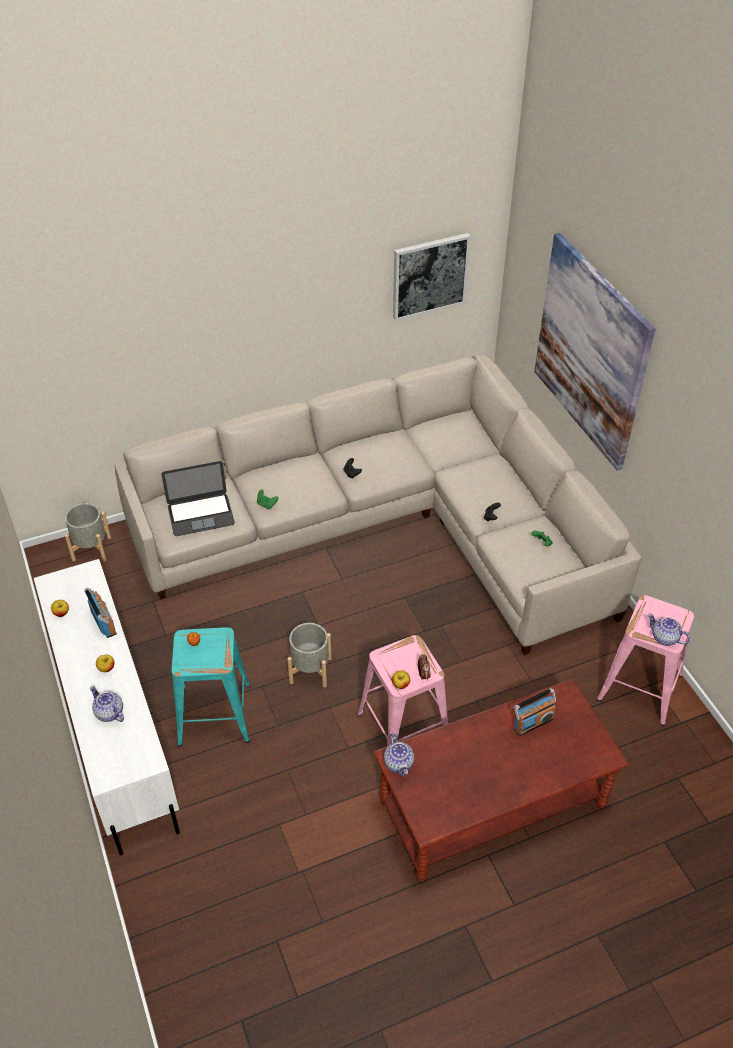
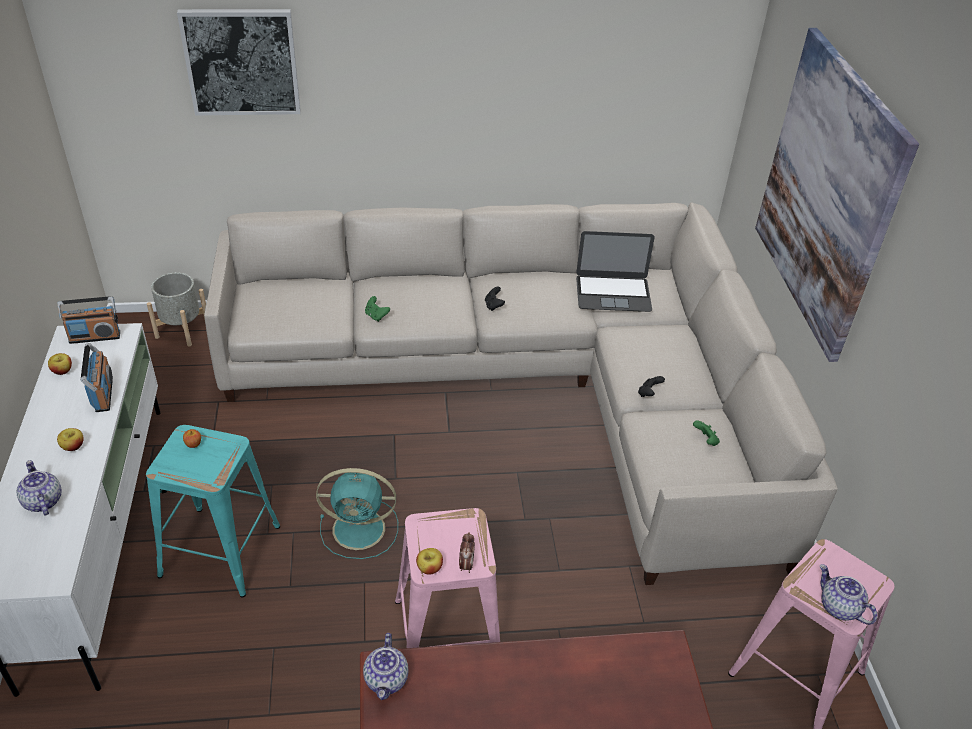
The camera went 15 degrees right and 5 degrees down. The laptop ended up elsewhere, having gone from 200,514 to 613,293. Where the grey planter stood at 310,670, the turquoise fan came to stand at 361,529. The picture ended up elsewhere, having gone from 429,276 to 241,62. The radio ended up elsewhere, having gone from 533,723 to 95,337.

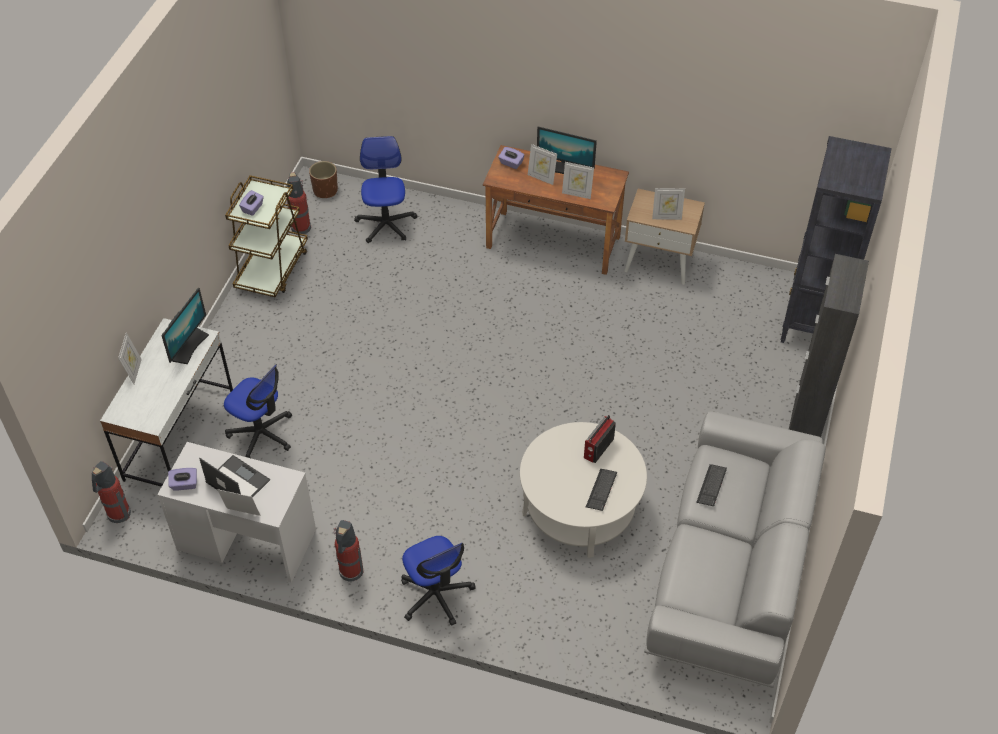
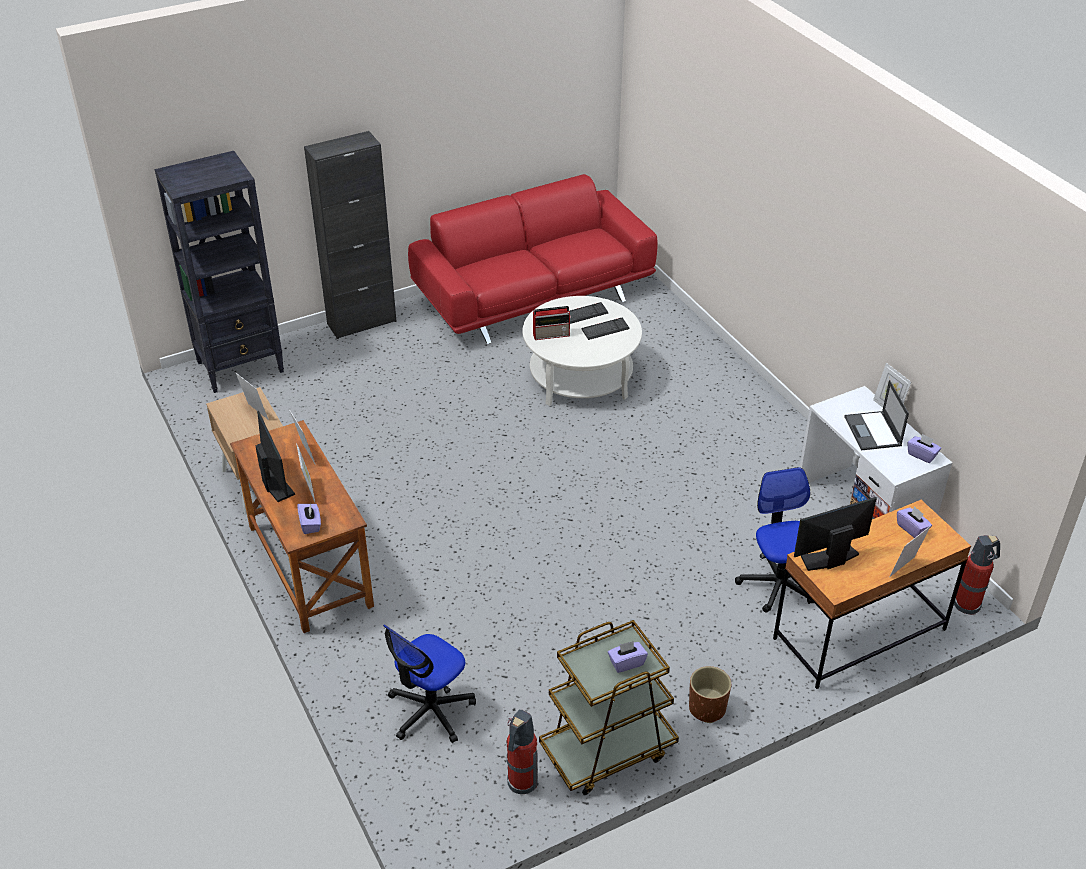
The camera went 135 degrees left and 10 degrees down. What was the white desk at 180,436 turned into the brown desk at 859,634. The brown planter ended up elsewhere, having gone from 325,190 to 707,708. The second view lost the fire extinguisher at 350,572. The second view lost the office chair at 436,595. What was the grey sofa at 730,570 turned into the red sofa at 534,294. The keyboard ended up elsewhere, having gone from 711,486 to 605,329. The second view gained the purple tissue box at 912,528.

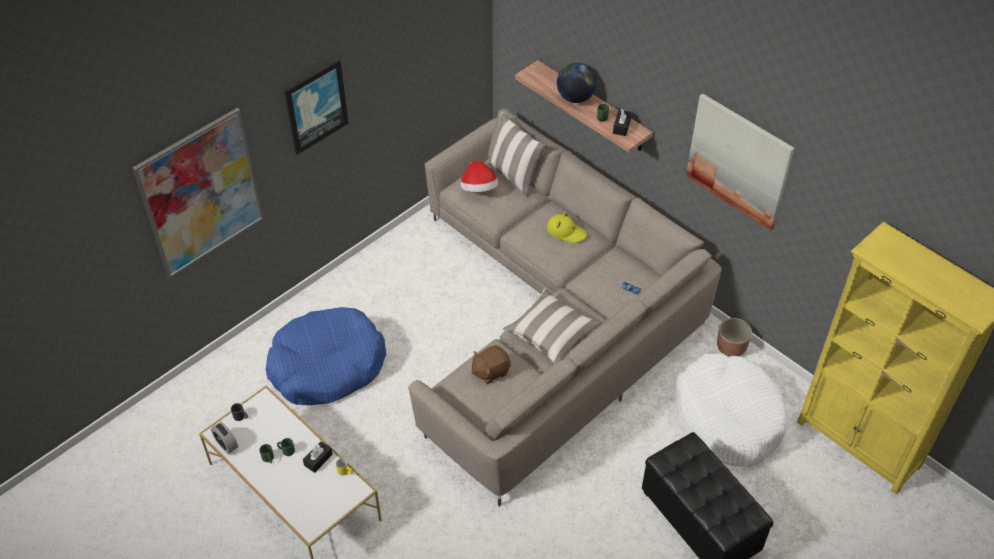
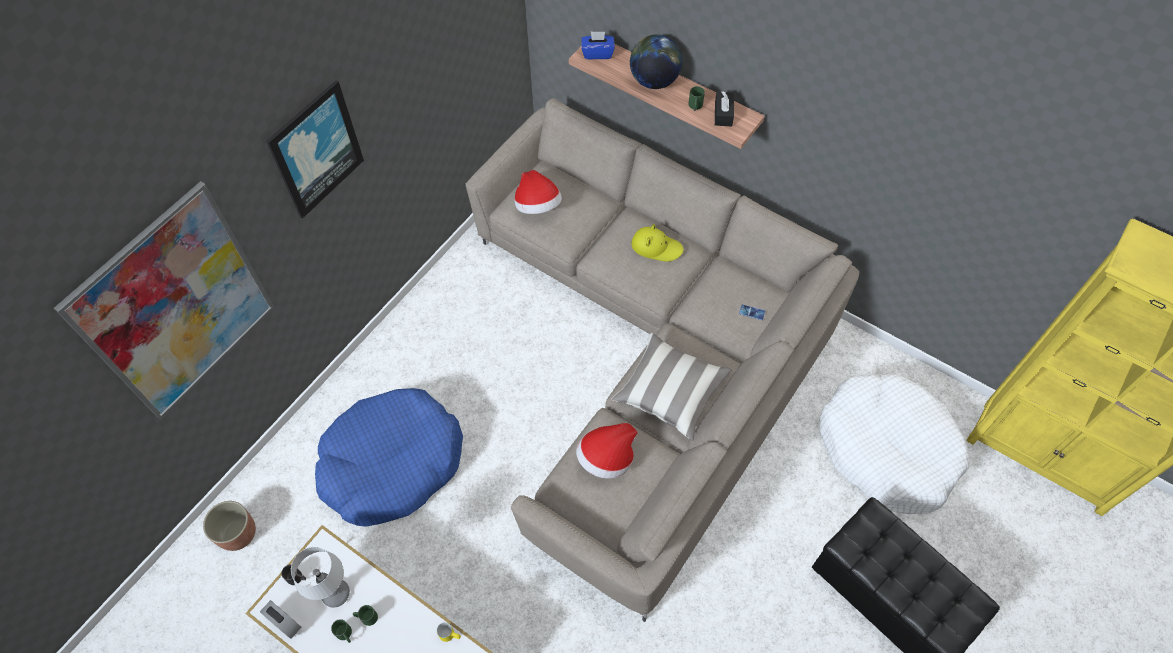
The camera went 10 degrees left and 10 degrees up. The second view lost the black tissue box at 318,460. Where the brown plush toy stood at 490,371, the hat came to stand at 607,458. The second view lost the pillow at 514,176. The second view lost the picture at 739,161. The planter ended up elsewhere, having gone from 731,348 to 238,533. The second view gained the table lamp at 336,593. The second view gained the blue tissue box at 597,53.

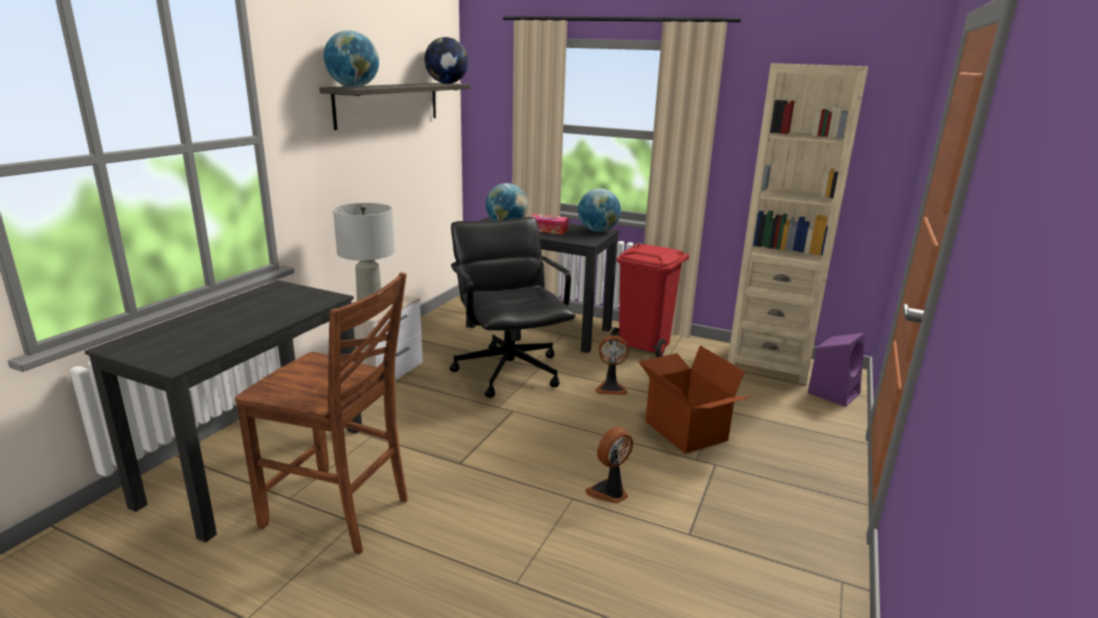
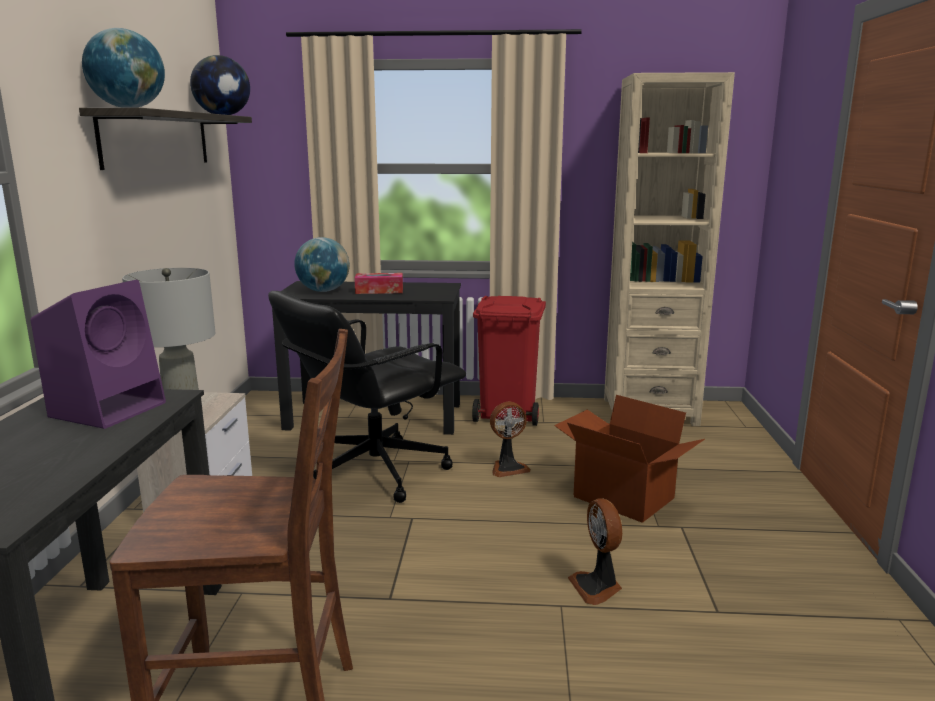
The camera went 20 degrees left and 5 degrees down. The black office chair at 509,371 ended up facing another way, 90 degrees counterclockwise from before. The second view lost the globe at 598,231. The fan at 609,492 ended up facing another way, 45 degrees counterclockwise from before. The purple speaker ended up elsewhere, having gone from 833,392 to 110,409.

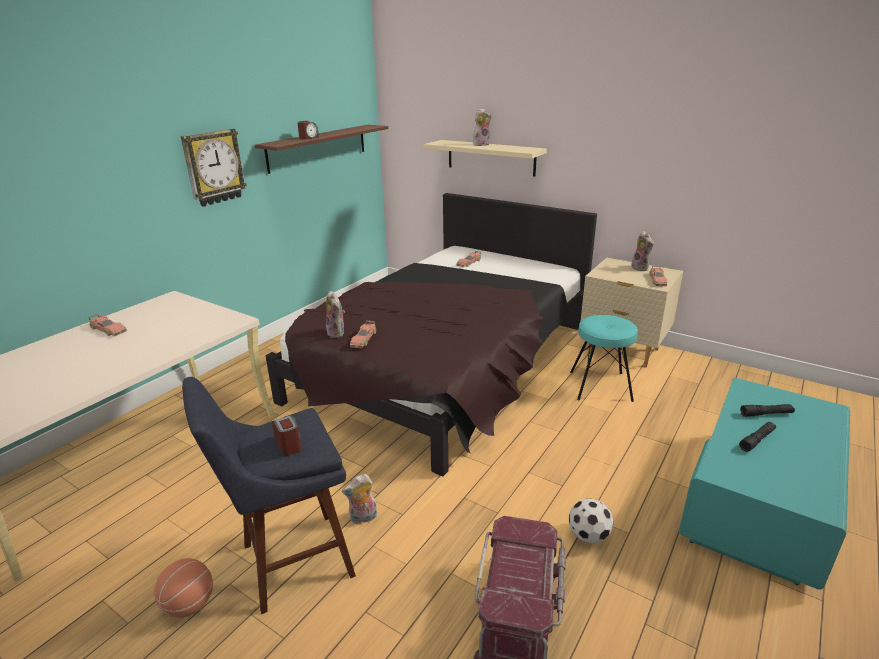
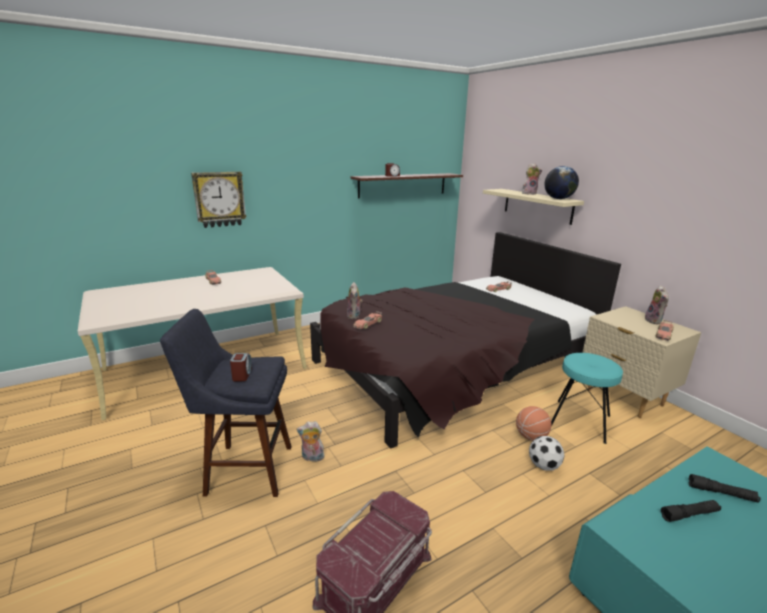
The camera went 25 degrees right and 5 degrees down. The basketball ended up elsewhere, having gone from 189,605 to 530,436. The wall clock ended up elsewhere, having gone from 213,167 to 219,199. The football ended up elsewhere, having gone from 588,535 to 544,465. The second view gained the globe at 558,199.

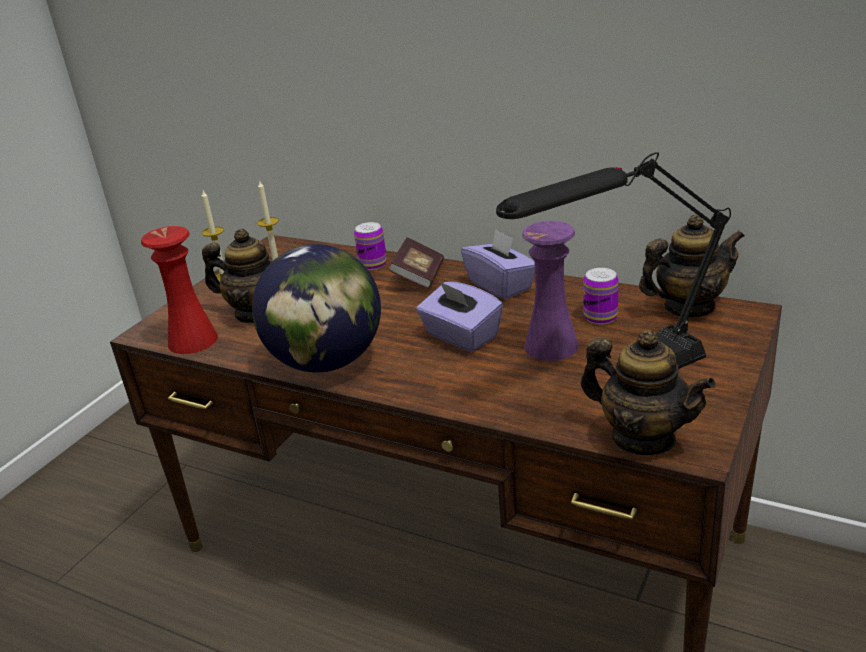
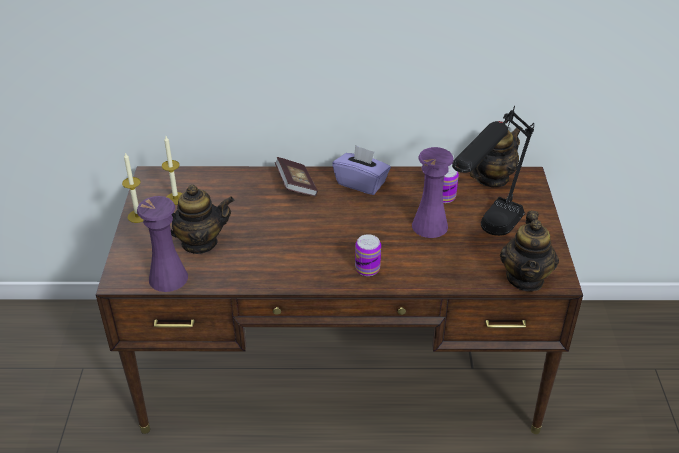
The camera went 30 degrees left and 10 degrees up. What was the red vase at 193,340 turned into the purple vase at 168,278. The second view lost the globe at 327,362. The can ended up elsewhere, having gone from 373,264 to 367,268. The second view lost the purple tissue box at 461,336. The teapot at 643,438 ended up facing another way, 90 degrees clockwise from before.

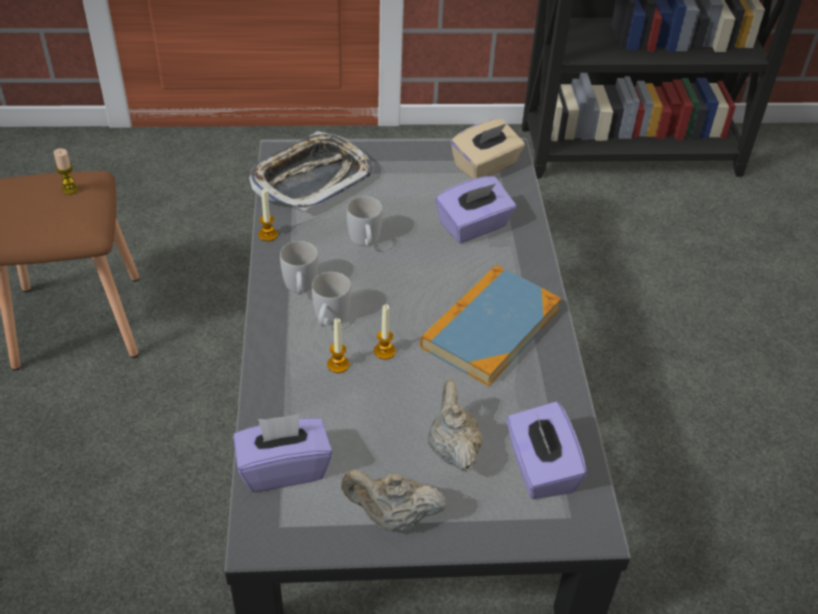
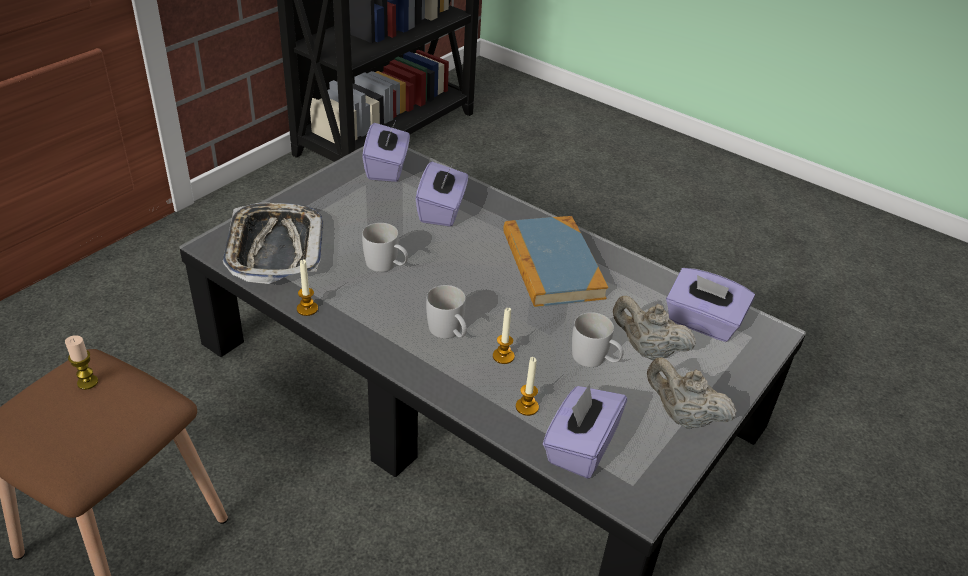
The camera went 50 degrees left and 5 degrees down. The white mug ended up elsewhere, having gone from 300,287 to 595,359. The beige teapot at 392,517 ended up facing another way, 75 degrees clockwise from before. The candle ended up elsewhere, having gone from 384,351 to 527,407. What was the beige tissue box at 485,166 turned into the purple tissue box at 387,168.

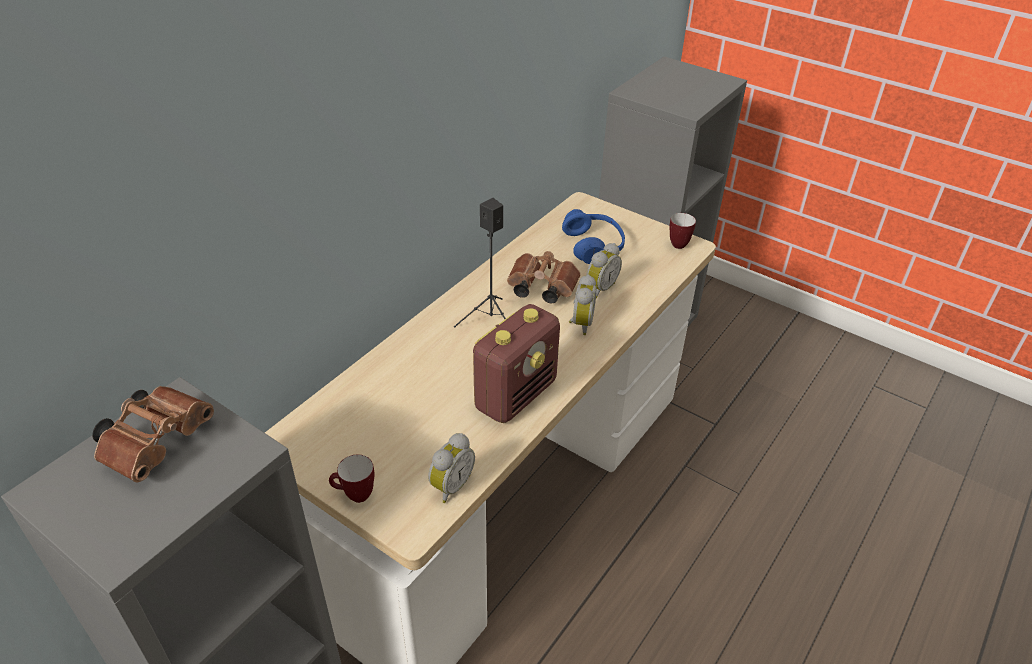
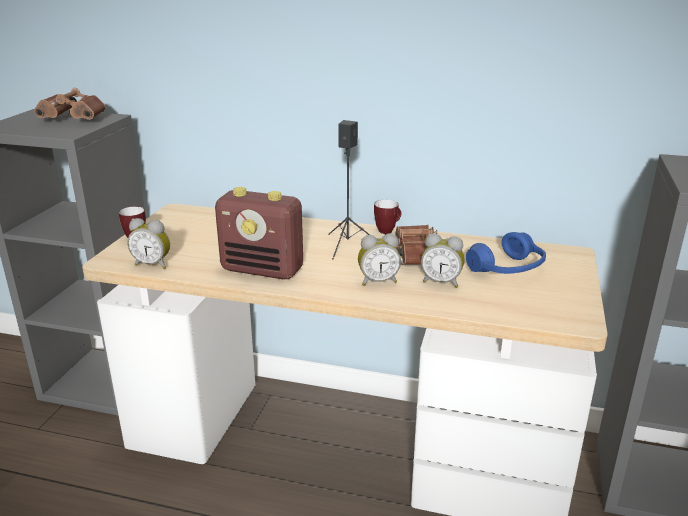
The camera went 70 degrees right and 15 degrees down. The mug ended up elsewhere, having gone from 676,243 to 387,230.

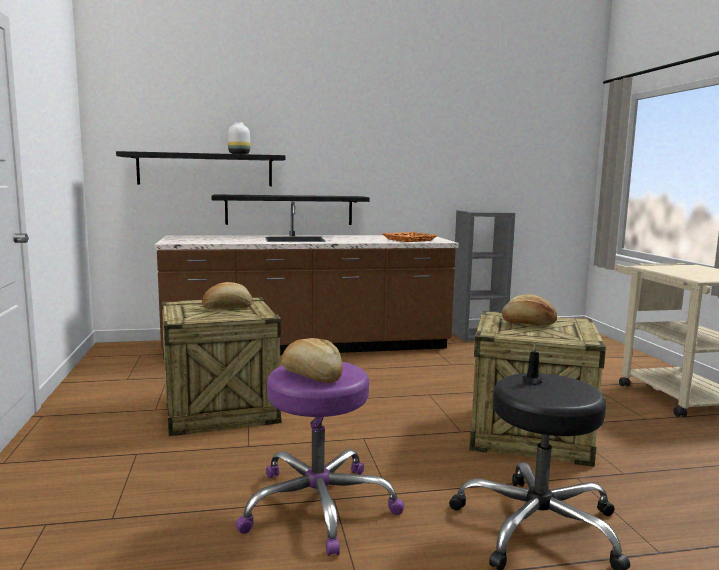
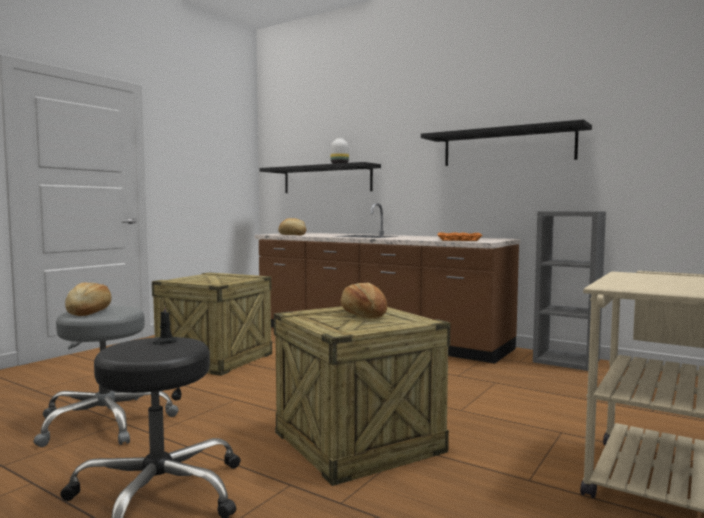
The camera went 45 degrees right and 5 degrees down. The bread ended up elsewhere, having gone from 227,308 to 292,235. The black shelf ended up elsewhere, having gone from 289,210 to 507,147. What was the purple stool at 319,506 turned into the grey stool at 106,422.

